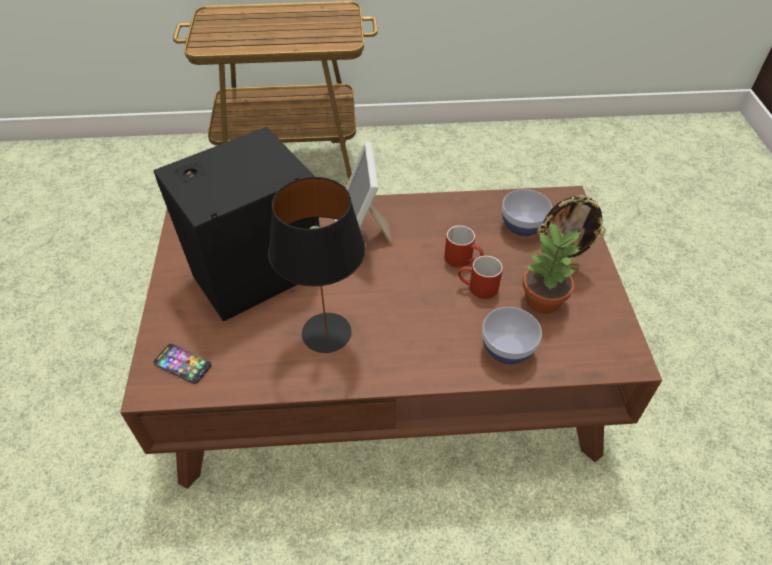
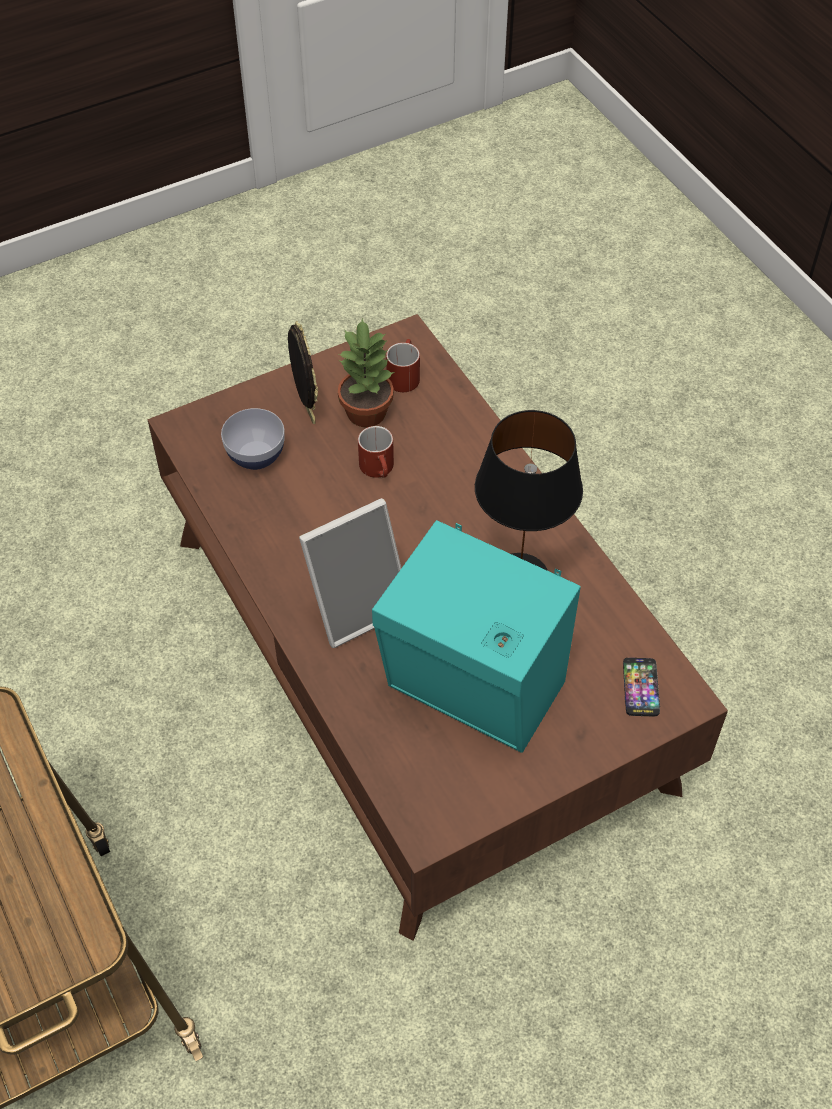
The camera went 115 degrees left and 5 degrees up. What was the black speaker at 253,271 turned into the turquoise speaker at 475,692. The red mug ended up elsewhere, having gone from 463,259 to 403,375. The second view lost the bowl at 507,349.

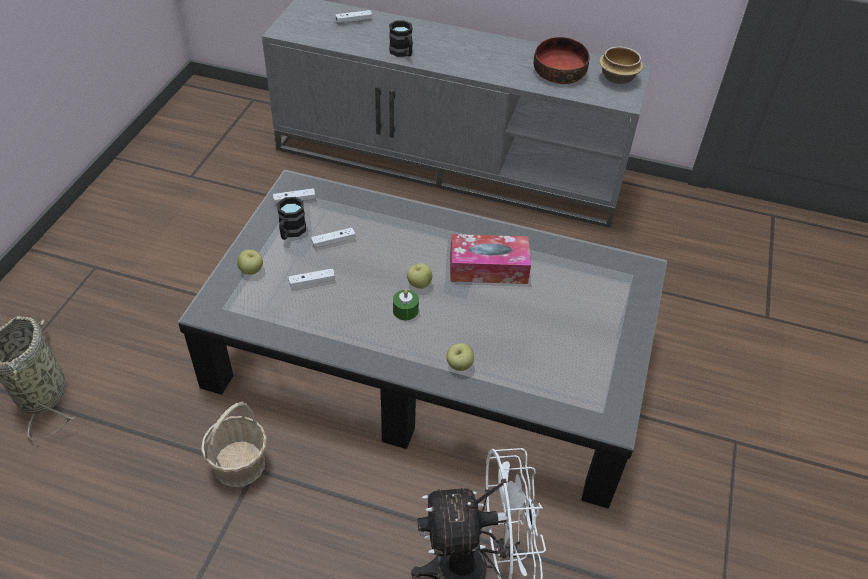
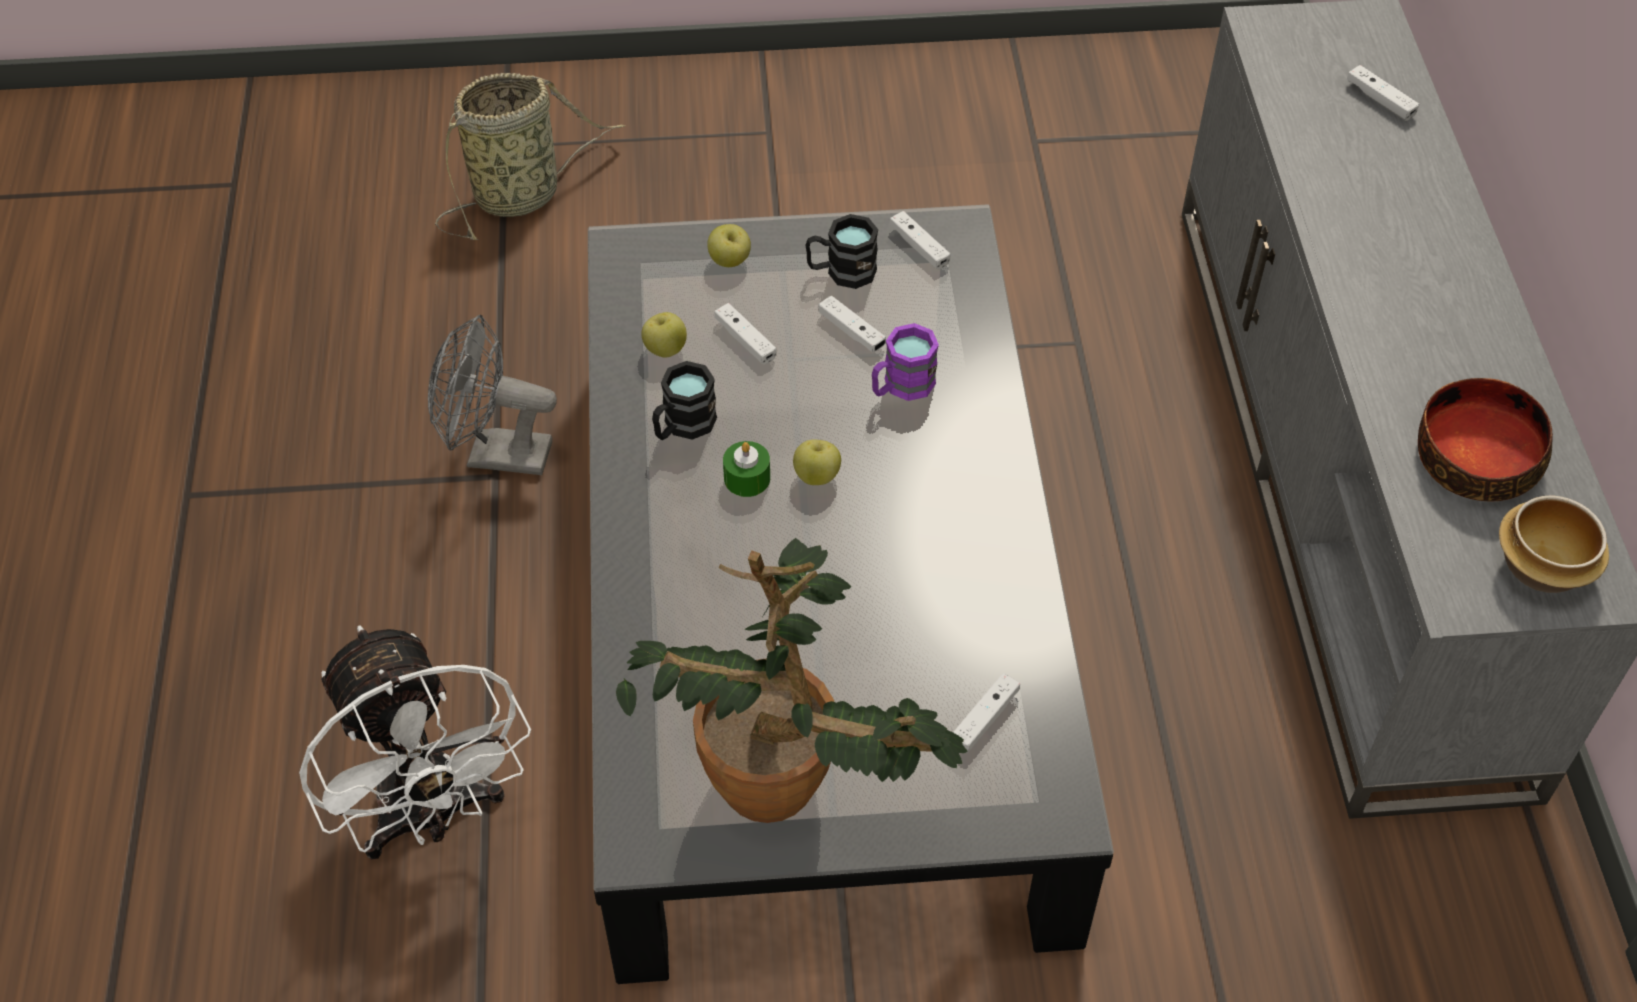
The camera went 70 degrees right and 5 degrees up. Where the basket stood at 240,464, the grey fan came to stand at 496,454. The black mug ended up elsewhere, having gone from 403,53 to 682,426. The apple ended up elsewhere, having gone from 459,365 to 665,349. The second view lost the tissue box at 488,268. The second view gained the potted plant at 788,795. The second view gained the purple mug at 901,386. The second view gained the white game controller at 984,718.

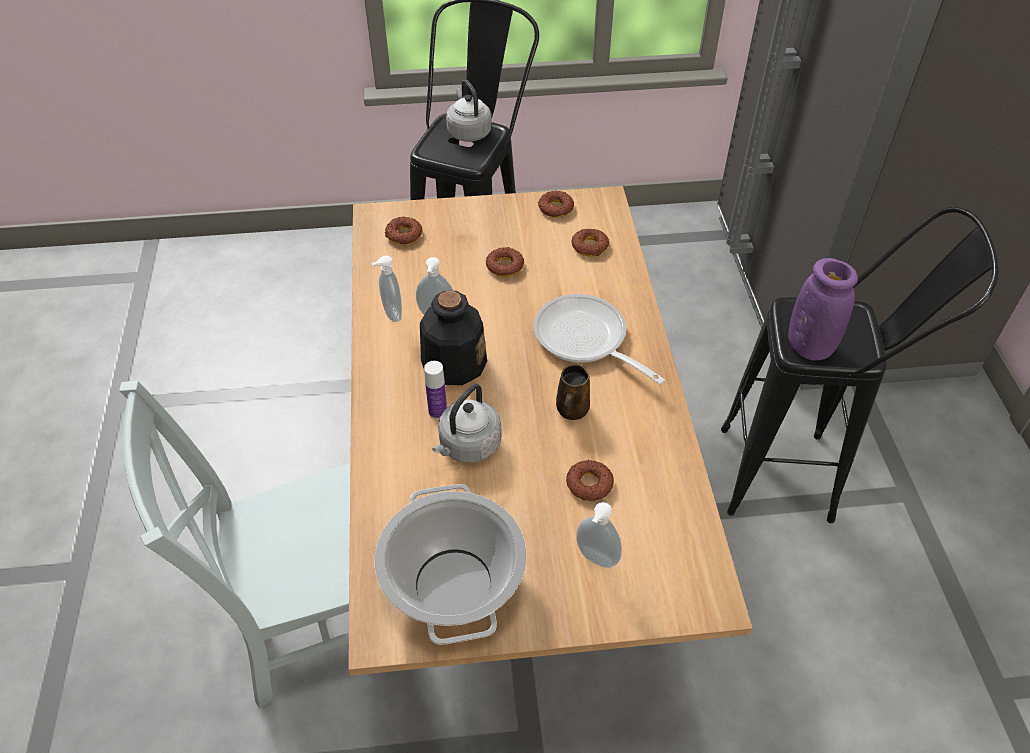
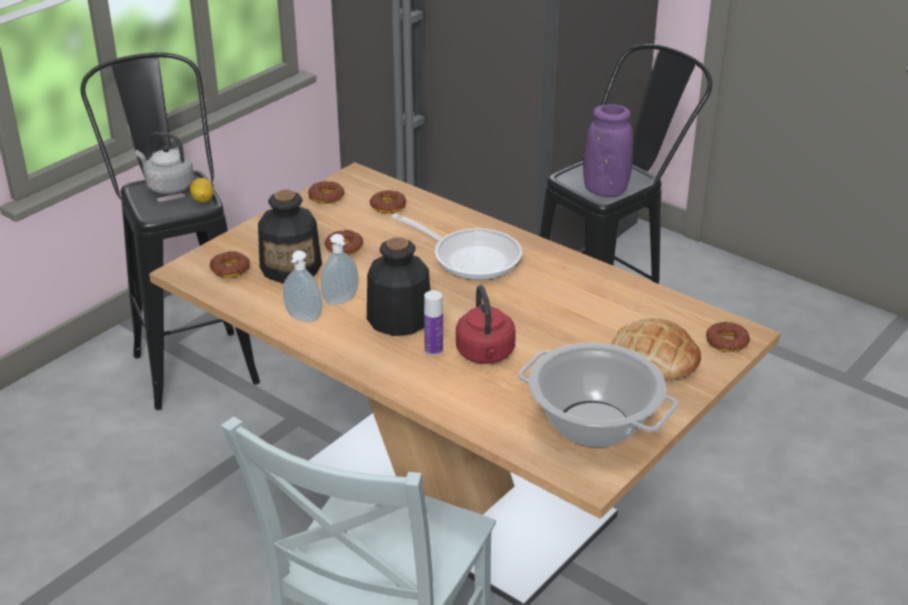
The camera went 45 degrees left and 15 degrees down. What was the grey kettle at 468,446 turned into the red kettle at 485,355. The frying pan at 585,340 ended up facing another way, 150 degrees counterclockwise from before. The second view lost the brown mug at 571,410. The donut ended up elsewhere, having gone from 589,484 to 726,342. Where the soap dispenser stood at 595,559, the bread came to stand at 654,358. The second view gained the lemon at 203,200. The second view gained the bottle at 291,267.

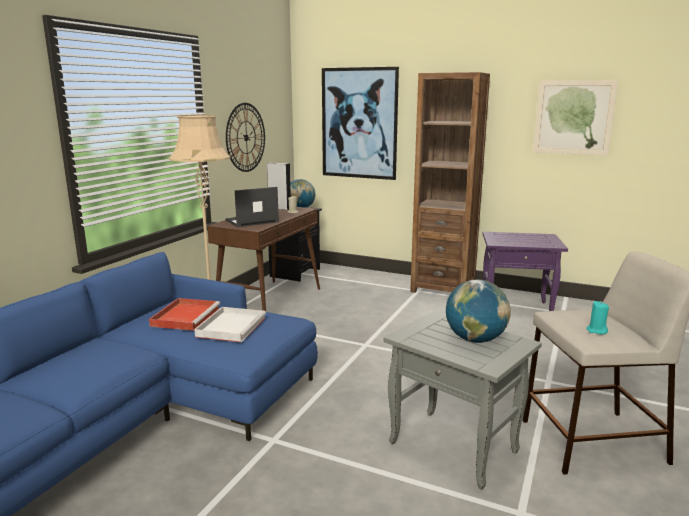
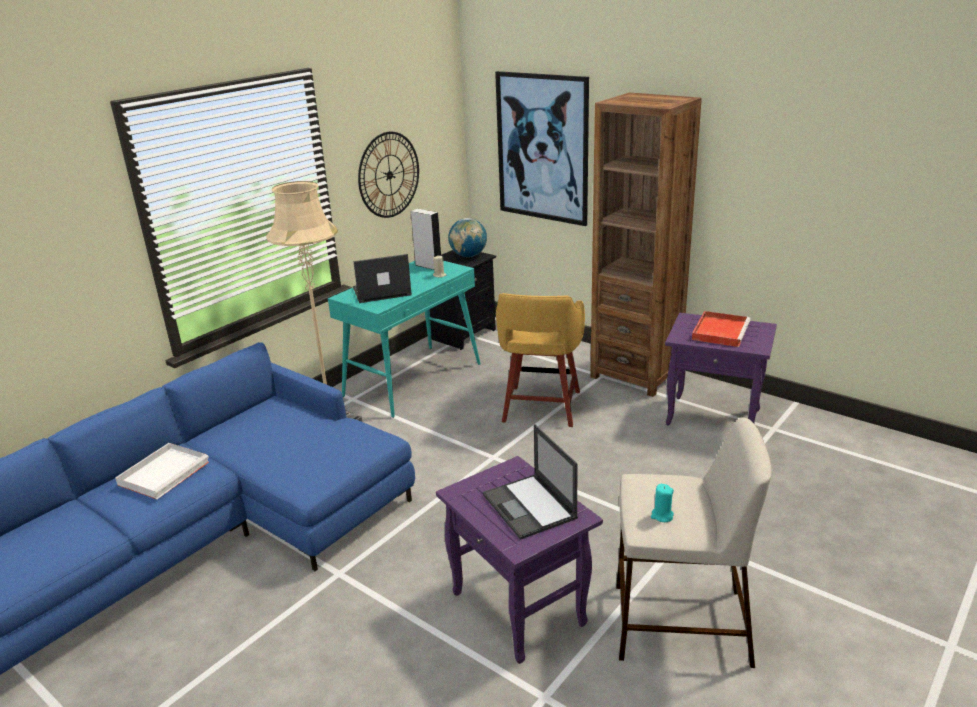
The camera went 15 degrees right and 10 degrees up. The red tray ended up elsewhere, having gone from 186,316 to 720,331. The white tray ended up elsewhere, having gone from 231,326 to 165,472. What was the brown console table at 270,301 turned into the turquoise console table at 413,379. What was the grey side table at 456,447 turned into the purple side table at 521,609. Where the globe stood at 475,340, the laptop came to stand at 530,507. The second view lost the picture at 573,117. The second view gained the yellow stool at 540,408.

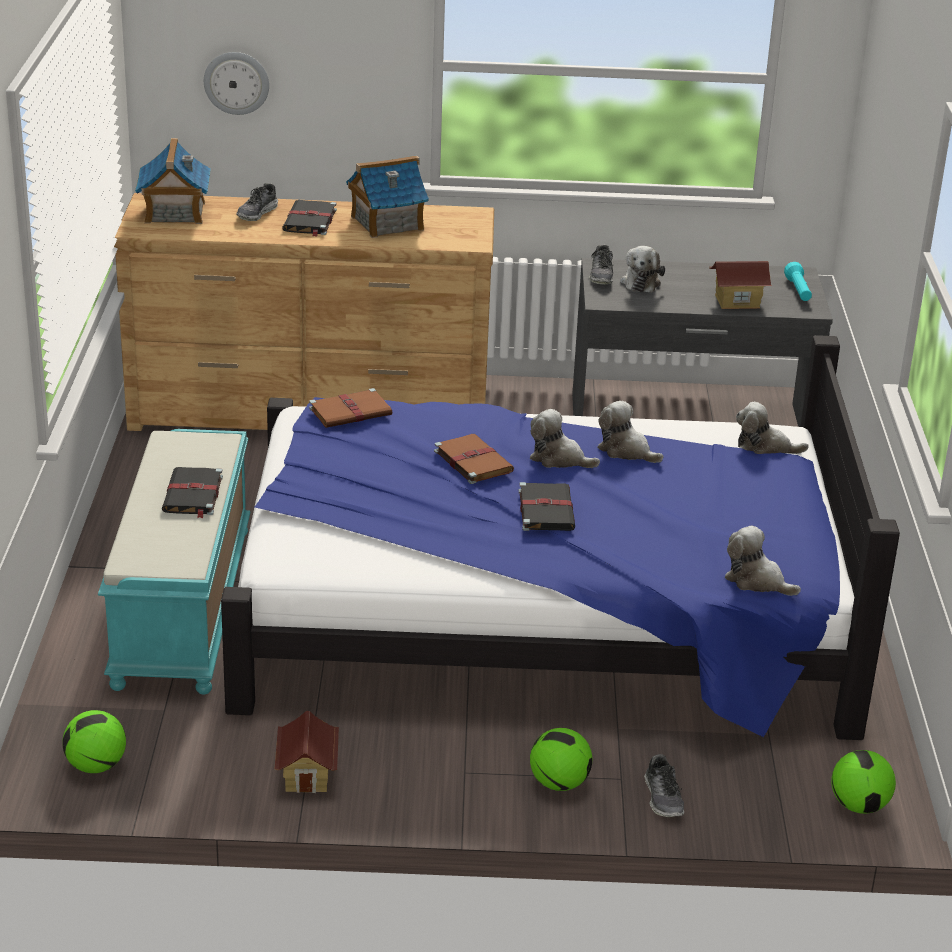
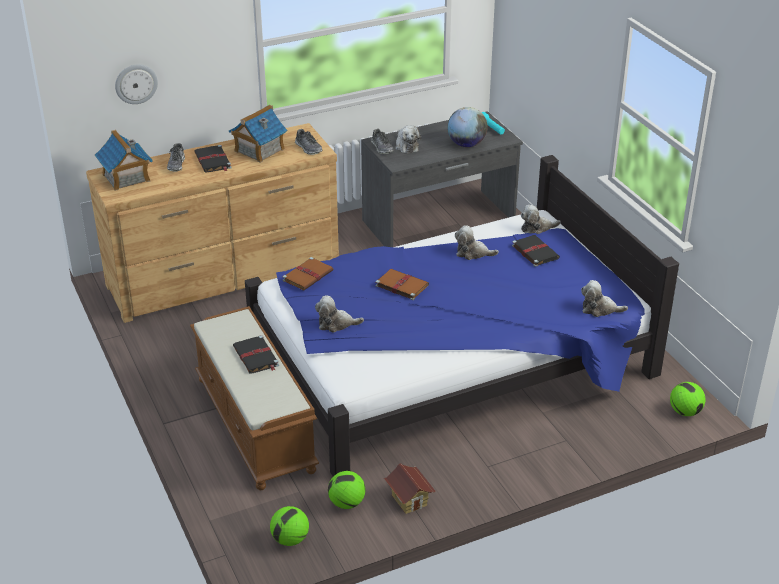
The camera went 25 degrees left and 5 degrees up. What was the turquoise bench at 185,607 turned into the brown bench at 256,424. The black book ended up elsewhere, having gone from 546,509 to 534,251. The plush toy ended up elsewhere, having gone from 559,459 to 336,324. The football ended up elsewhere, having gone from 559,783 to 346,503. The shoe ended up elsewhere, having gone from 663,798 to 308,148. Where the toy house stood at 737,302, the globe came to stand at 466,144.

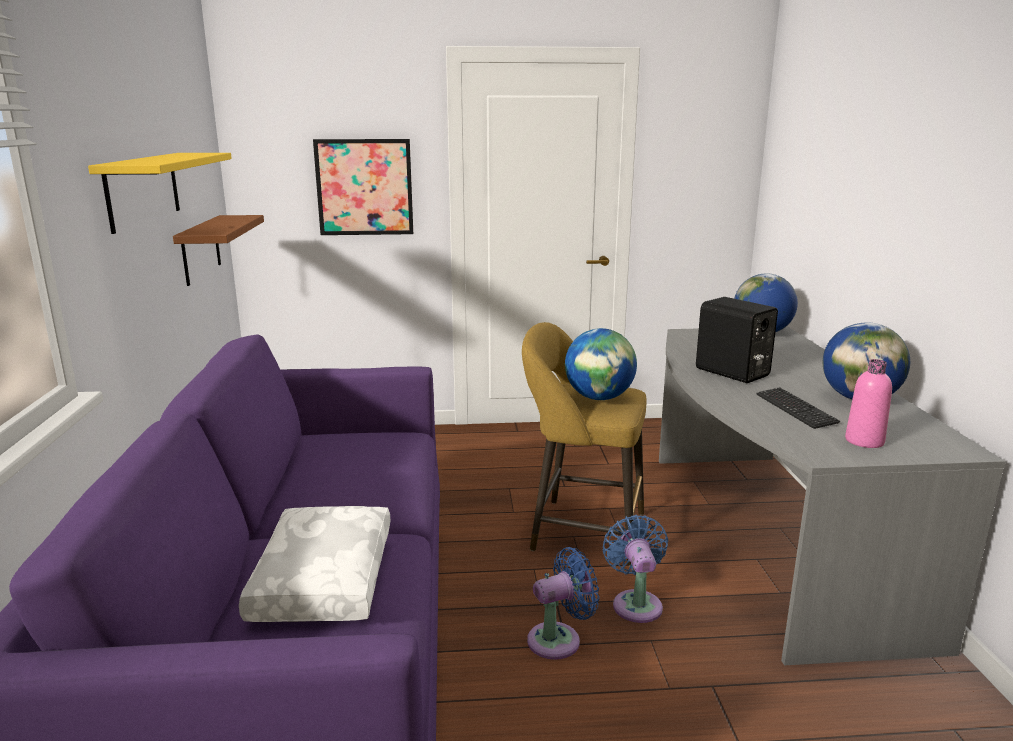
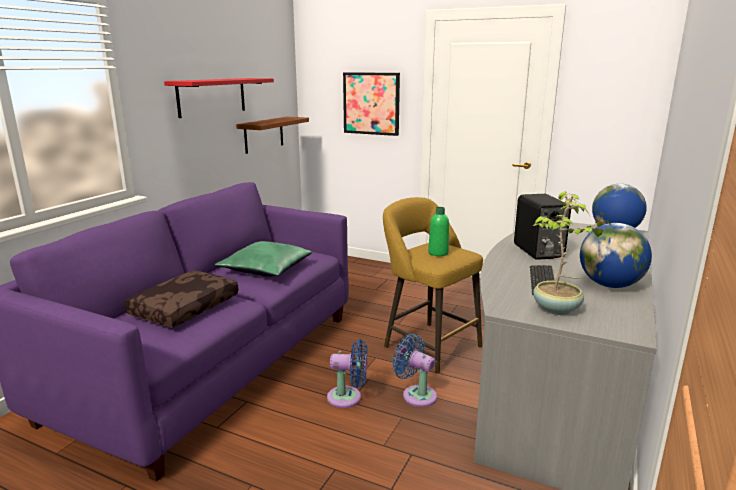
The camera went 30 degrees right and 0 degrees up. What was the yellow shelf at 143,189 turned into the red shelf at 212,96. What was the white pillow at 321,578 turned into the brown pillow at 184,307. Where the globe stood at 599,398, the green bottle came to stand at 438,253. The blue fan at 636,603 ended up facing another way, 75 degrees counterclockwise from before. Where the pink bottle stood at 864,441, the potted plant came to stand at 557,309. The second view gained the green pillow at 265,268.

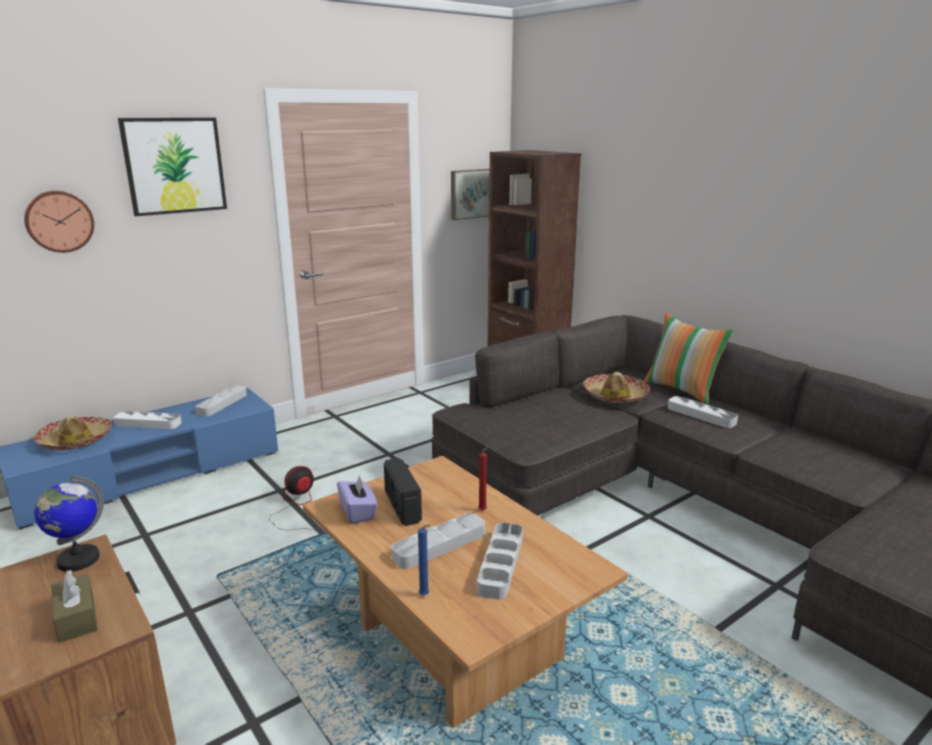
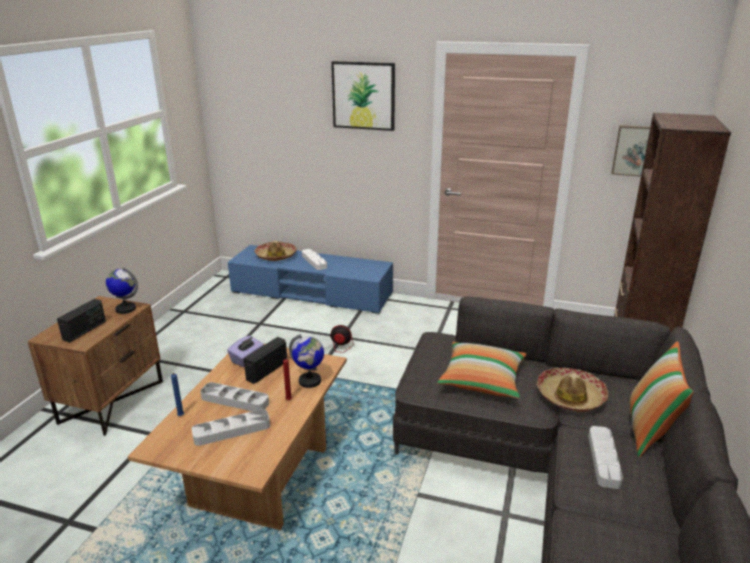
The camera went 55 degrees right and 5 degrees up. The second view lost the wall clock at 59,221. Where the brown tissue box stood at 76,617, the radio came to stand at 85,330. The second view lost the grey tray at 222,404. The second view gained the globe at 310,381. The second view gained the pillow at 482,380.

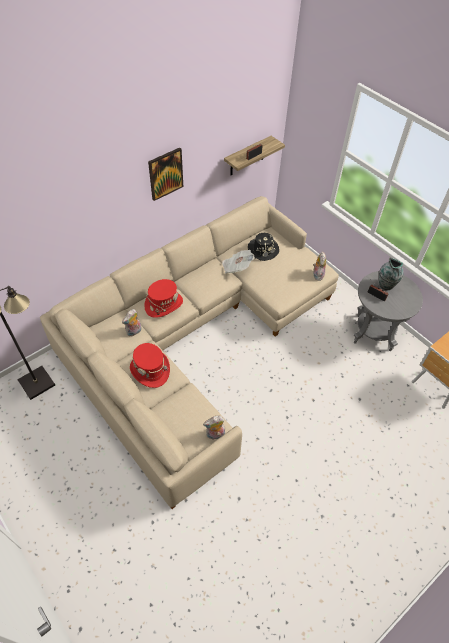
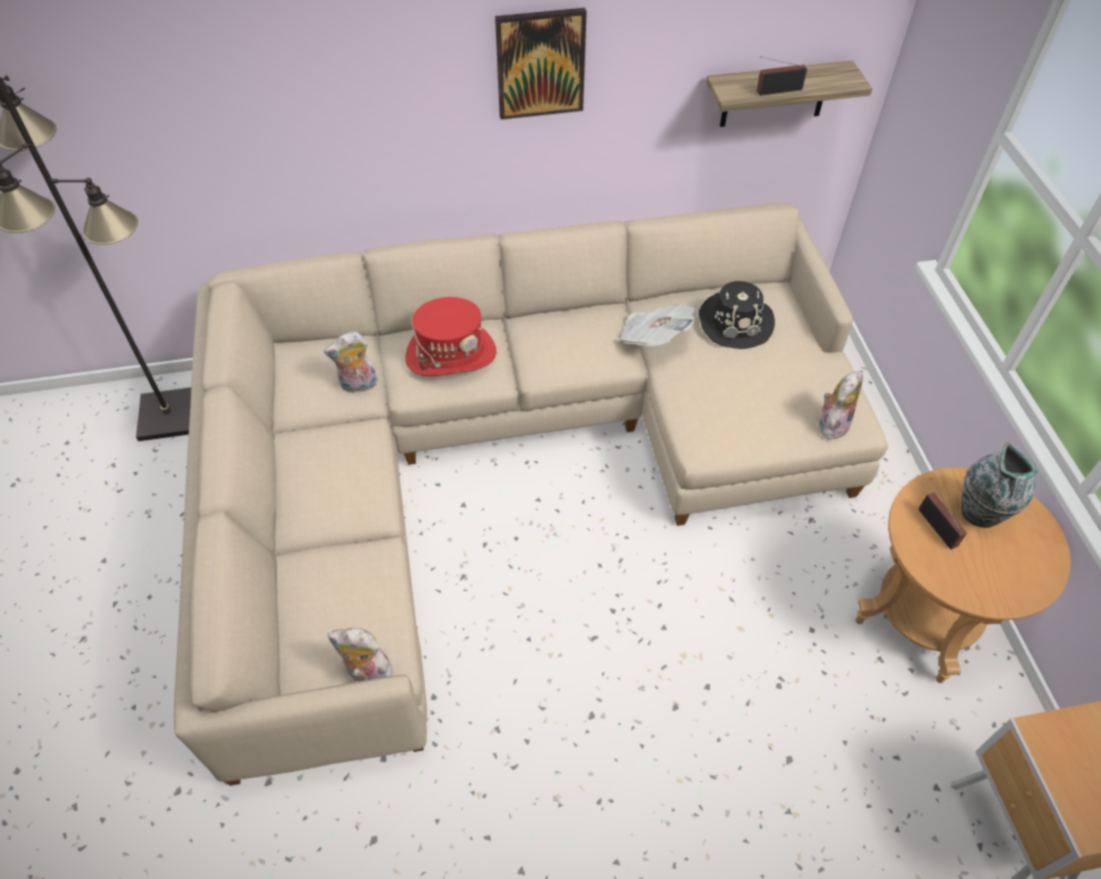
The camera went 30 degrees right and 0 degrees up. The second view lost the red hat at 150,370. What was the grey side table at 374,332 turned into the brown side table at 921,619.

